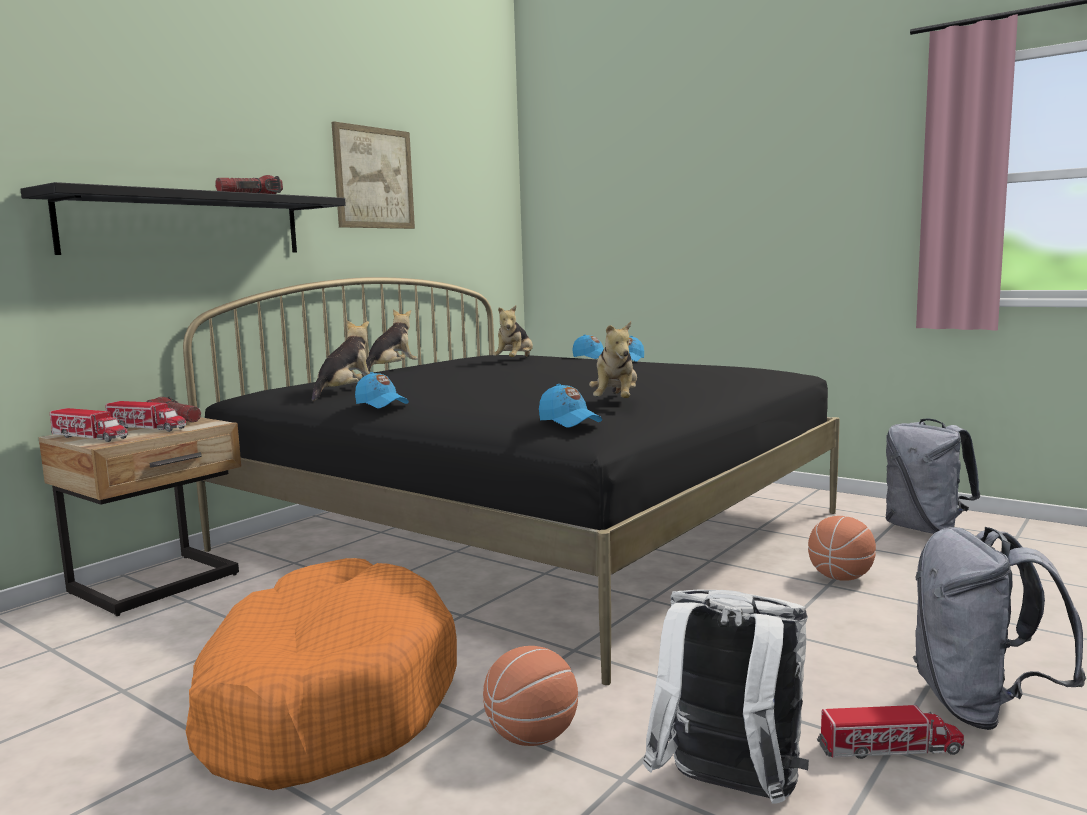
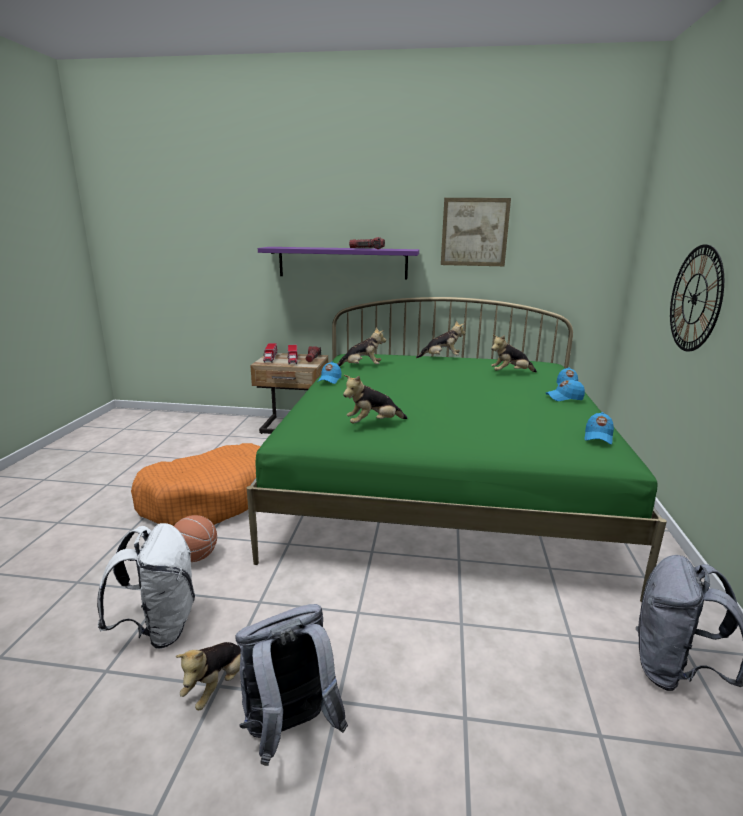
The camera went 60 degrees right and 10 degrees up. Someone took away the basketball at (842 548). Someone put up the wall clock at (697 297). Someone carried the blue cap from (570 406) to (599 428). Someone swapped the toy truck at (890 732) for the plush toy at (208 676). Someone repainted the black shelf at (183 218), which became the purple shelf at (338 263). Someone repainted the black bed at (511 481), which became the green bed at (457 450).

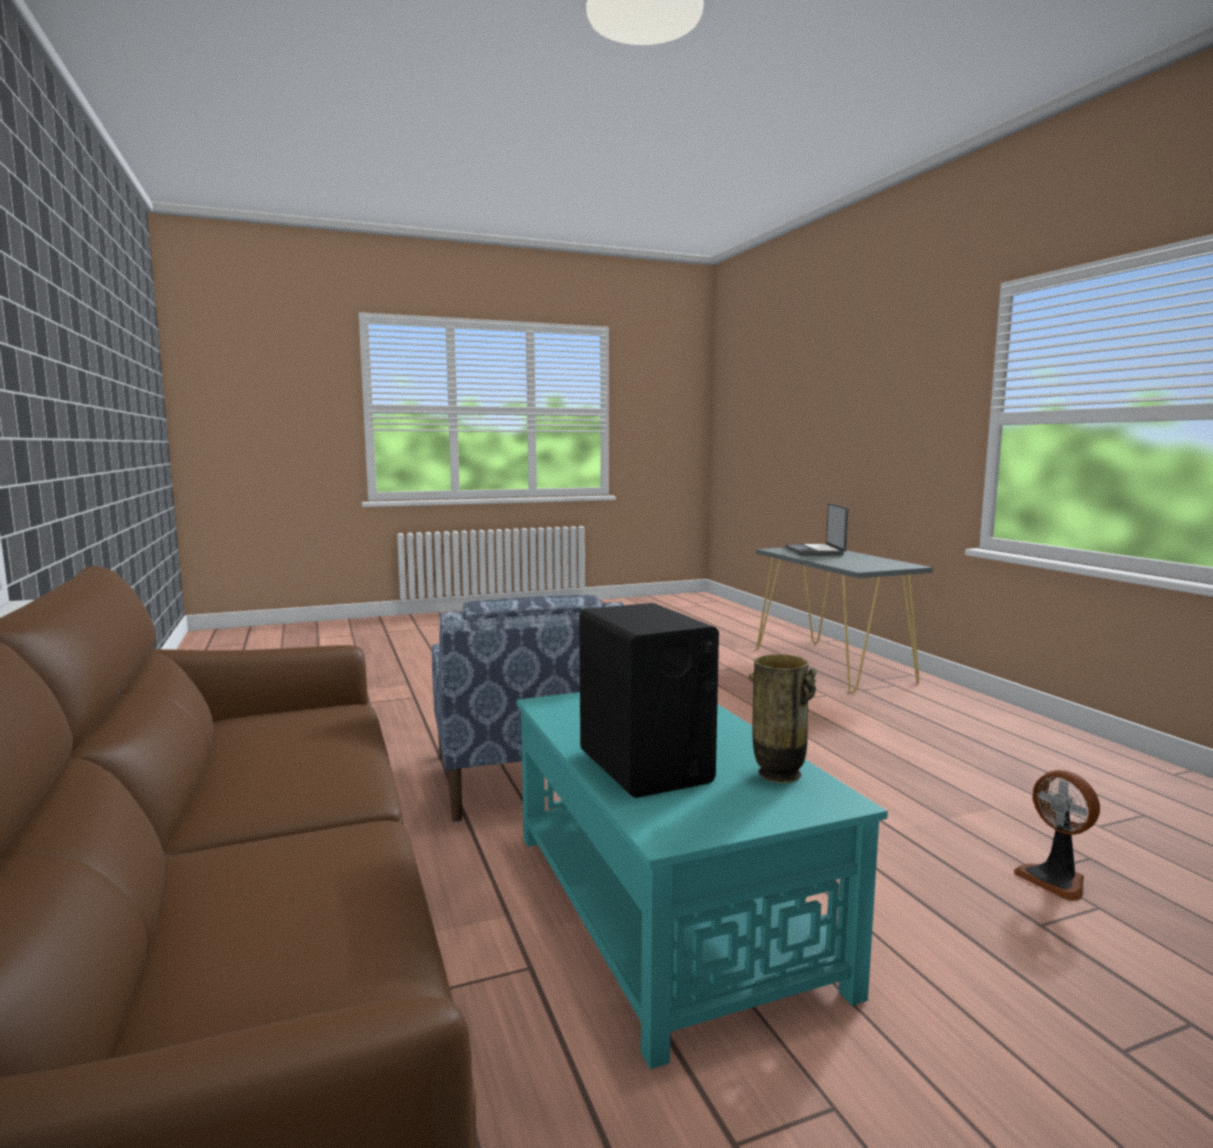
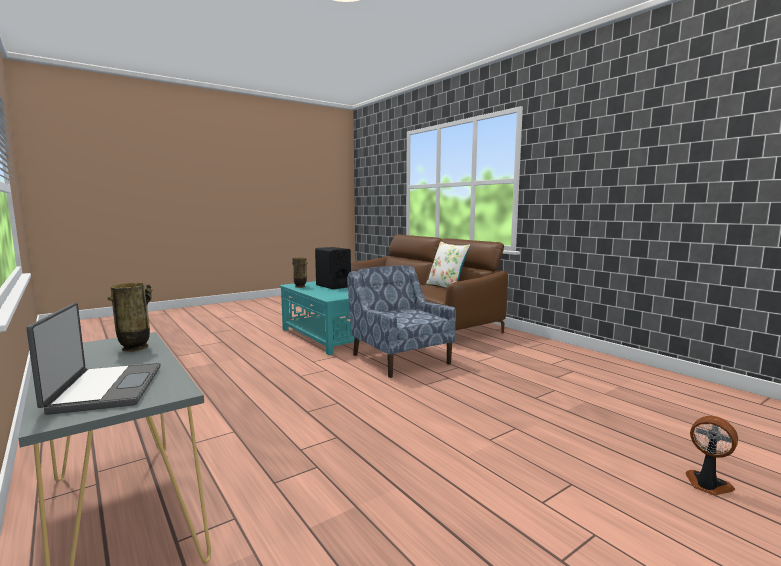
The camera went 165 degrees right and 0 degrees up. Someone put down the vase at (130 317). Someone put down the white pillow at (448 265). Someone carried the fan from (1057 835) to (712 455).

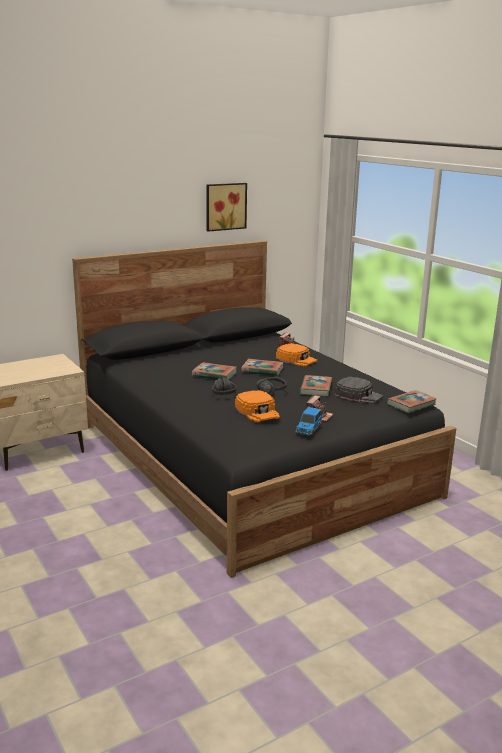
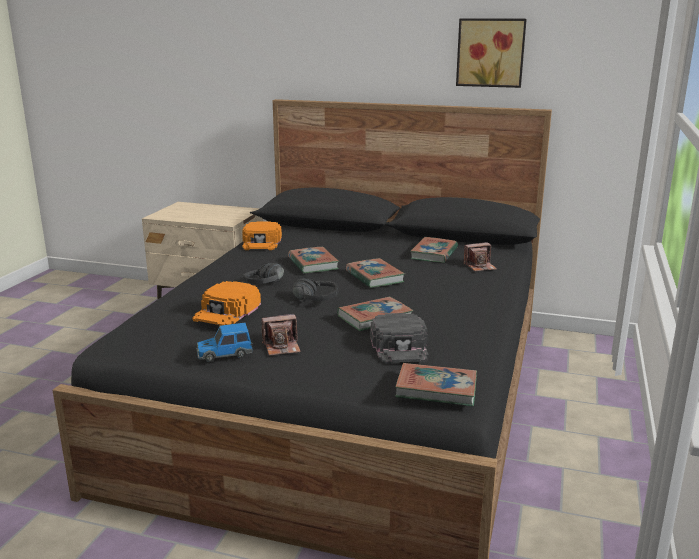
The camera went 50 degrees right and 0 degrees up. Someone put down the book at (434 250). Someone carried the orange cap from (297 354) to (262 236).

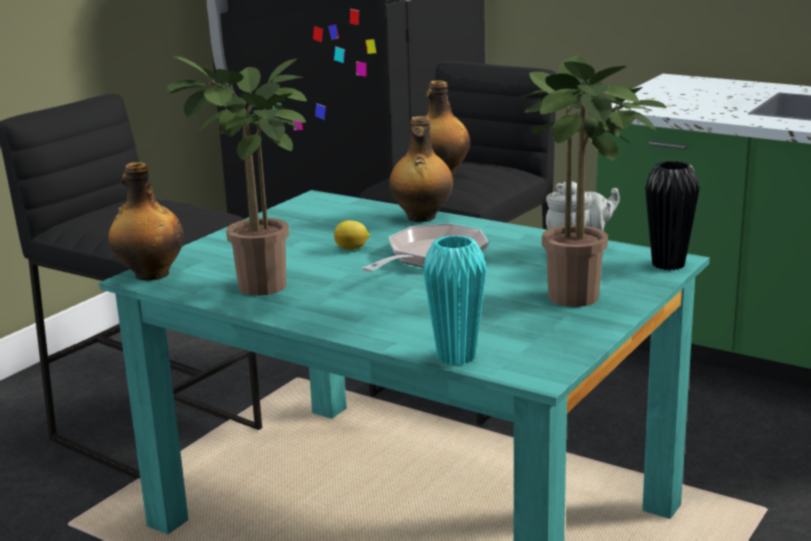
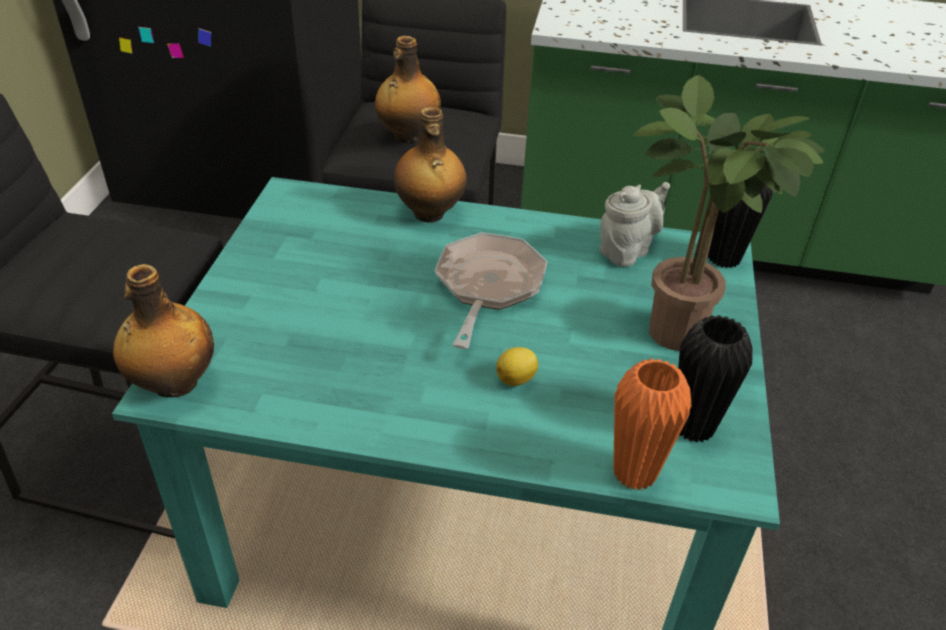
The camera went 25 degrees left and 20 degrees up. Someone took away the potted plant at (236 176). Someone put down the black vase at (715 379). Someone carried the lemon from (352 235) to (517 366). Someone repainted the turquoise vase at (455 300), which became the orange vase at (652 424).

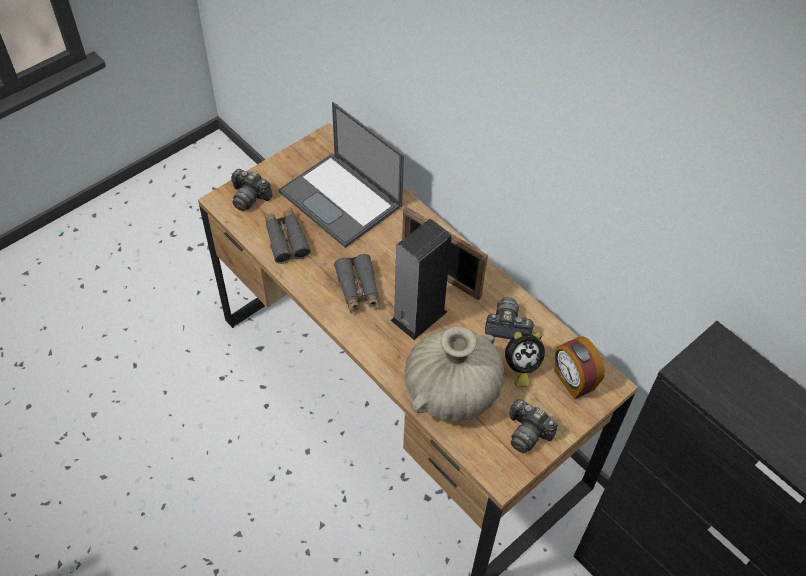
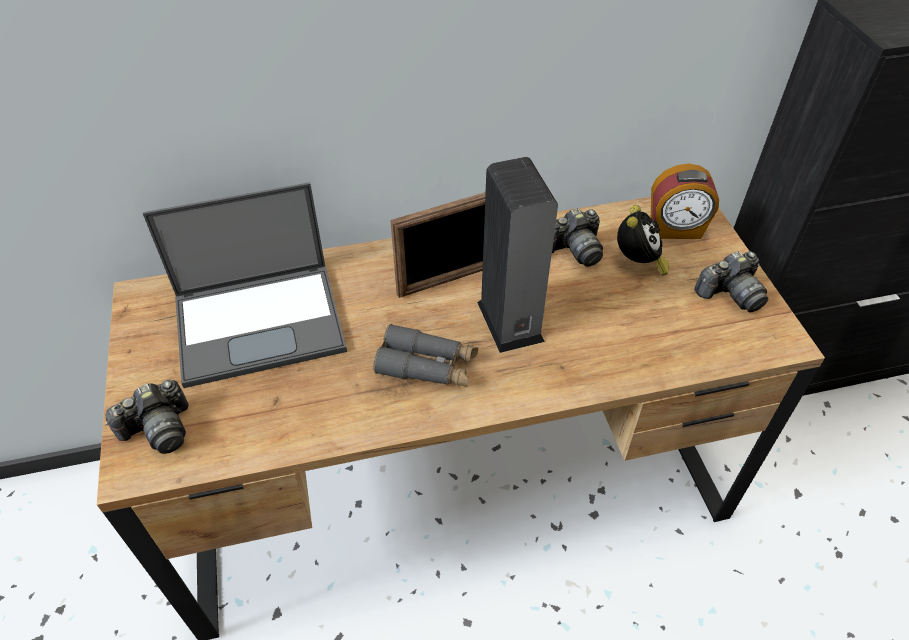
The camera went 60 degrees left and 5 degrees down. Someone took away the grey binoculars at (287 236). Someone took away the beige vase at (454 373). Someone rotated the photo camera at (510 318) by 150 degrees counterclockwise.

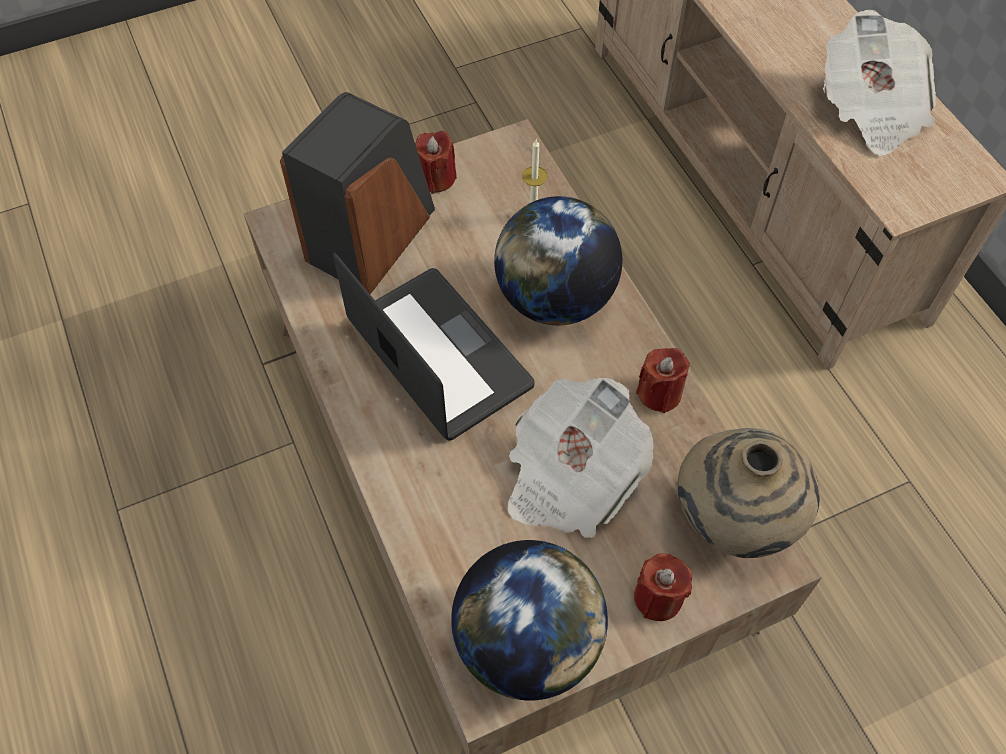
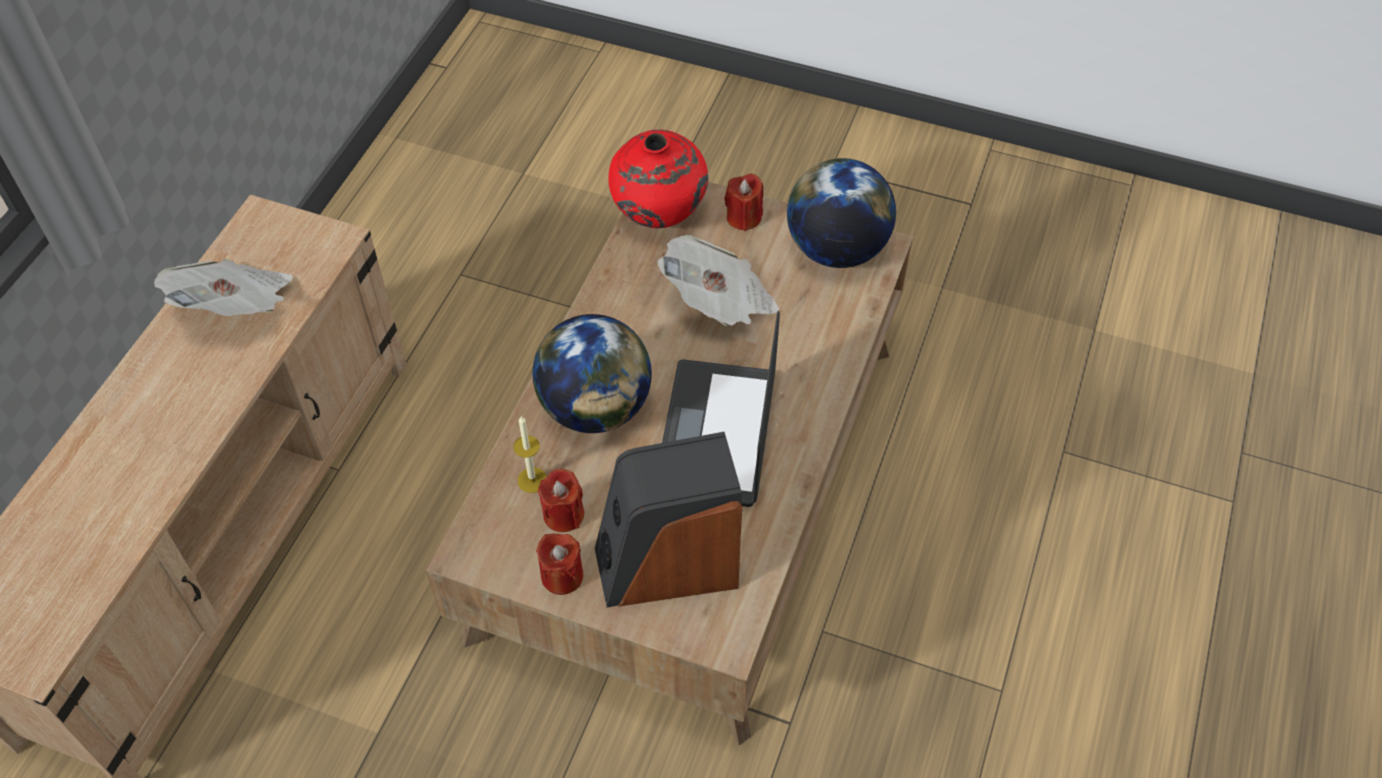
The camera went 135 degrees left and 5 degrees down. Someone carried the red candle from (663 380) to (561 500). Someone repainted the beige vase at (749 493), which became the red vase at (658 179).

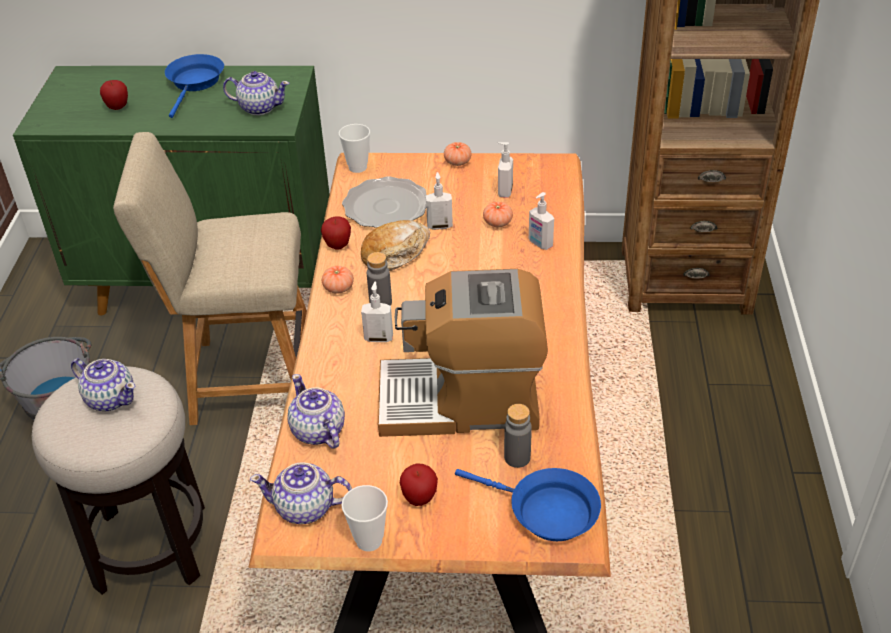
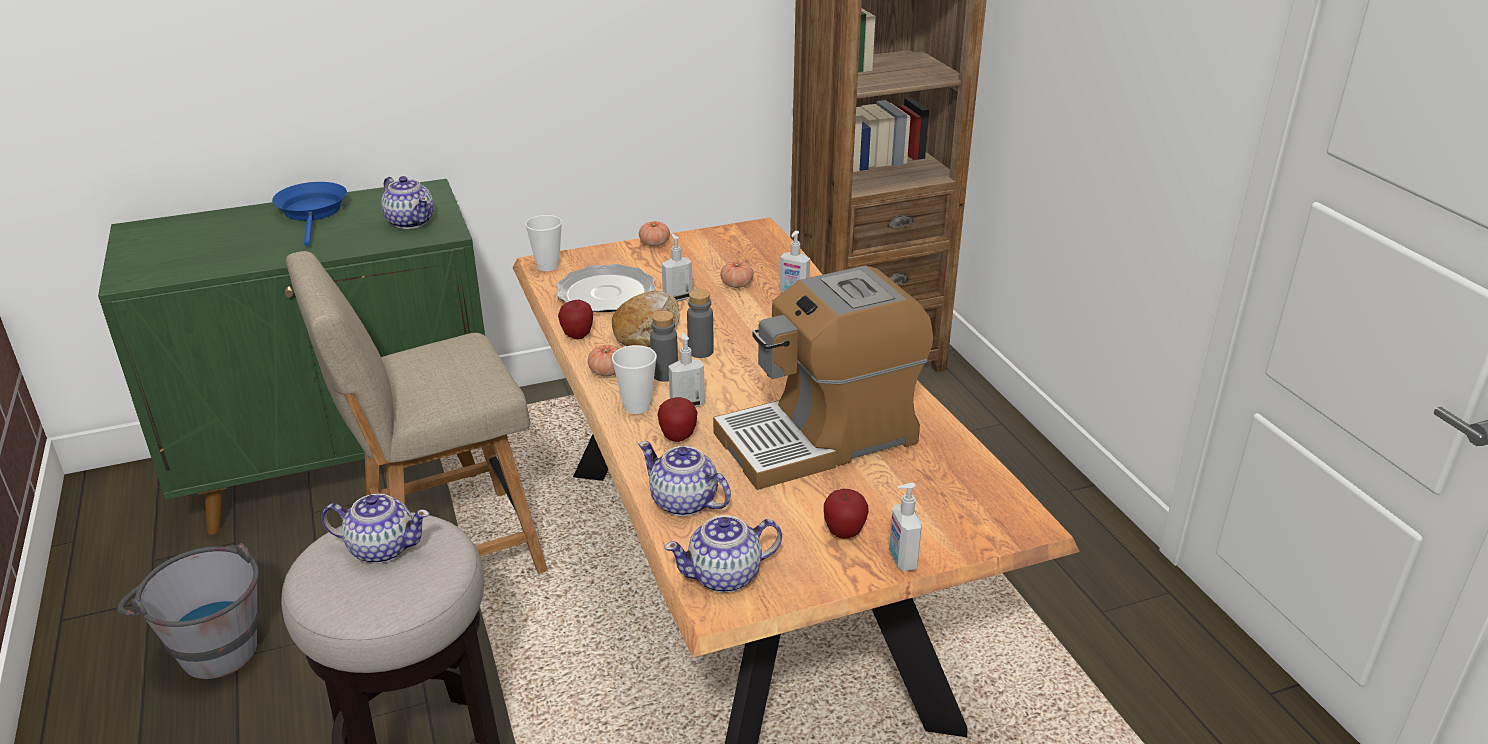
The camera went 25 degrees left and 10 degrees down. Someone took away the blue frying pan at (528 504). Someone carried the apple from (114 95) to (678 419). Someone carried the cup from (364 518) to (634 379). Someone carried the soap dispenser from (505 170) to (905 527). Someone carried the grey bottle from (518 436) to (700 323). Someone rotated the teapot at (256 93) by 60 degrees clockwise.

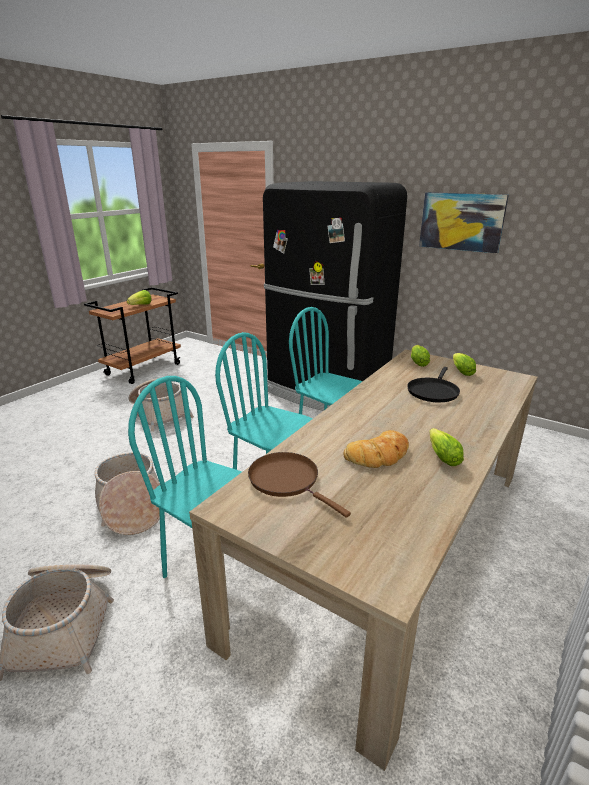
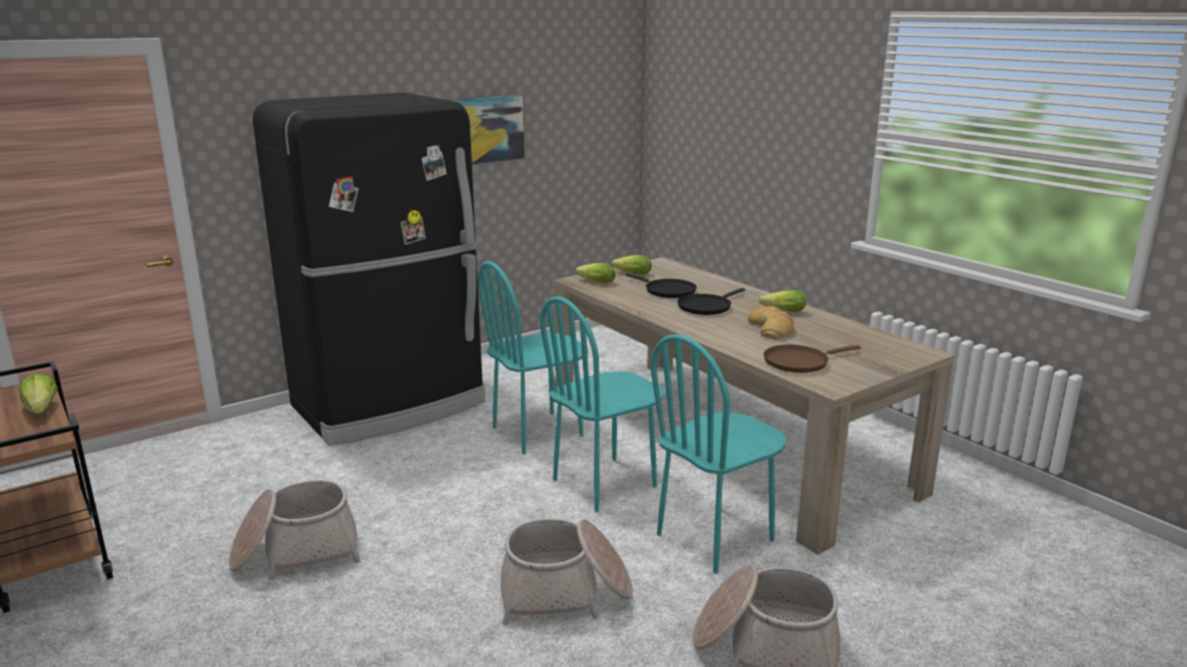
The camera went 70 degrees left and 5 degrees down. Someone put down the black frying pan at (711 301).

